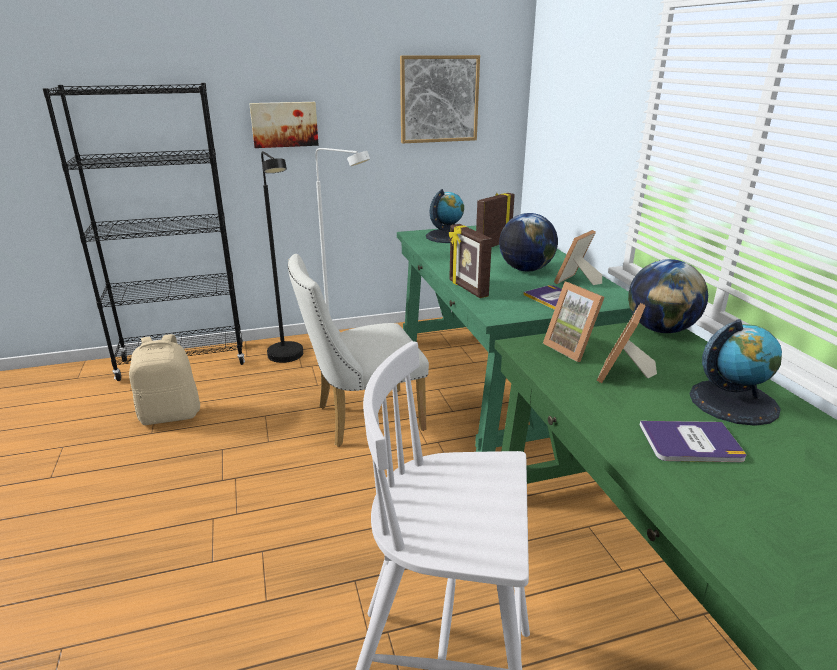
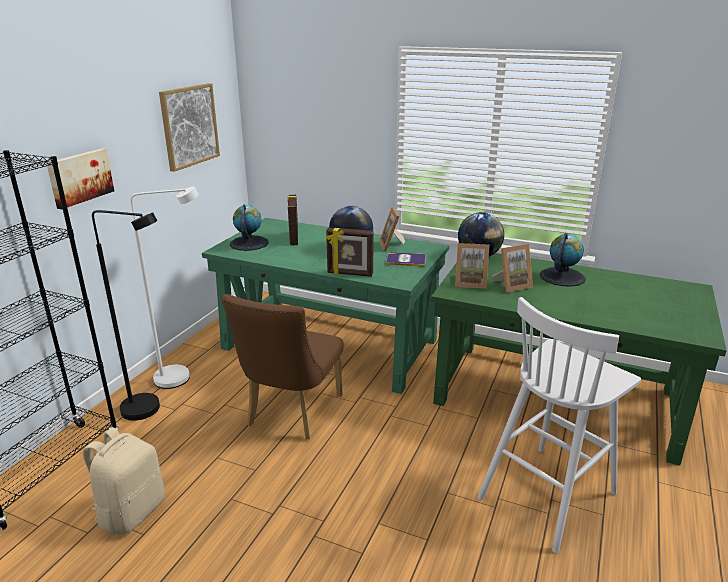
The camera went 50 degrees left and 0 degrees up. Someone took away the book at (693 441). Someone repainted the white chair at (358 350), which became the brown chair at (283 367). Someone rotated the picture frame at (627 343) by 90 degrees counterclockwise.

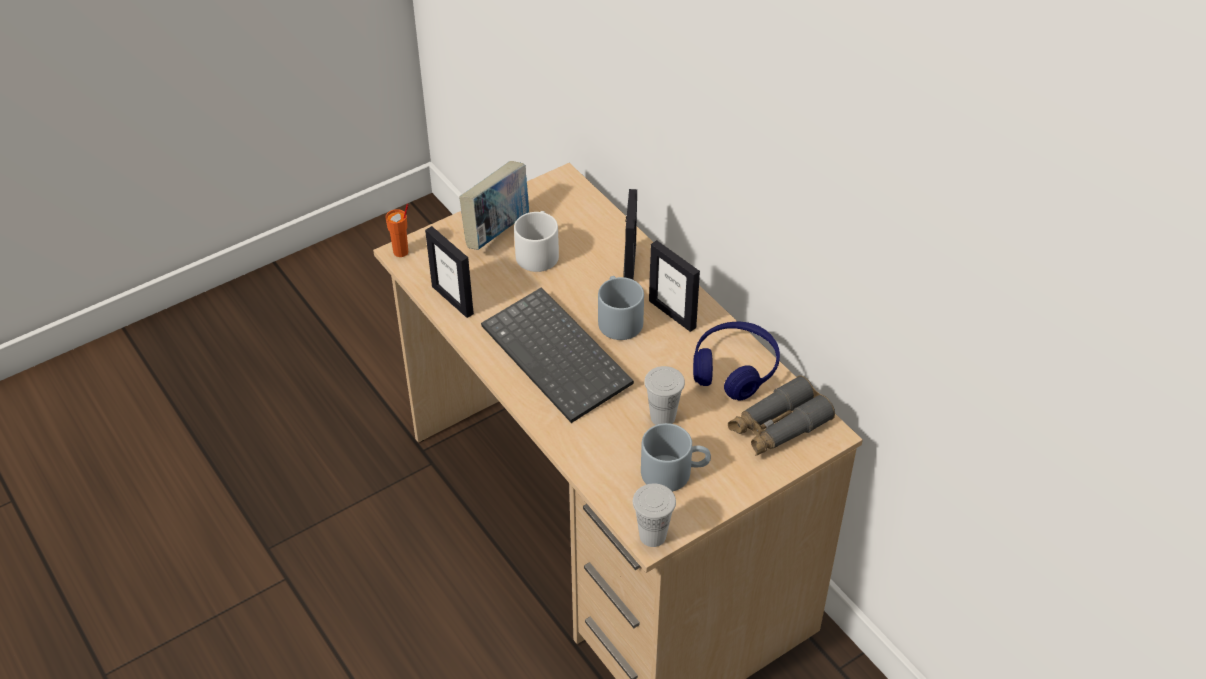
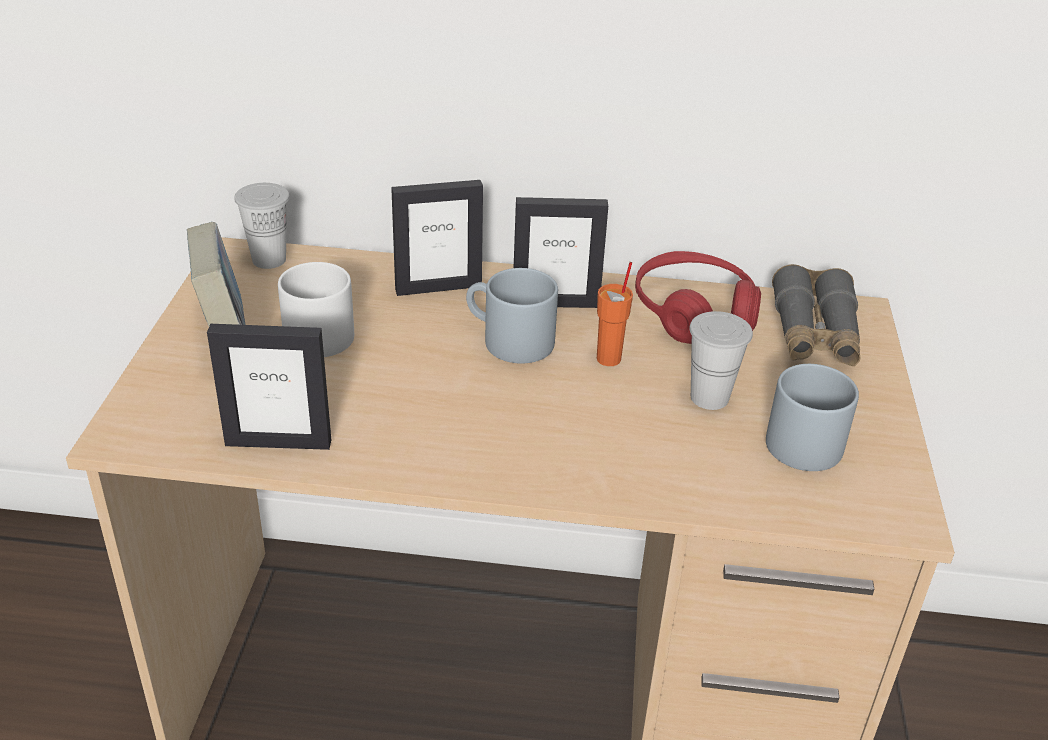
The camera went 50 degrees left and 10 degrees down. Someone took away the keyboard at (557 355). Someone carried the orange cup from (396 230) to (615 314). Someone carried the white cup from (654 515) to (262 226). Someone repainted the blue headphones at (736 361), which became the red headphones at (698 297). Someone rotated the picture frame at (630 234) by 120 degrees clockwise.

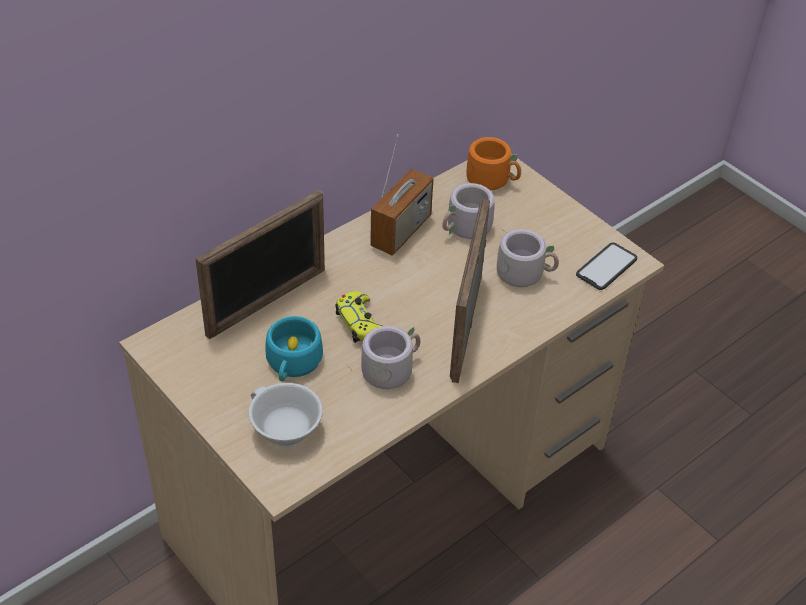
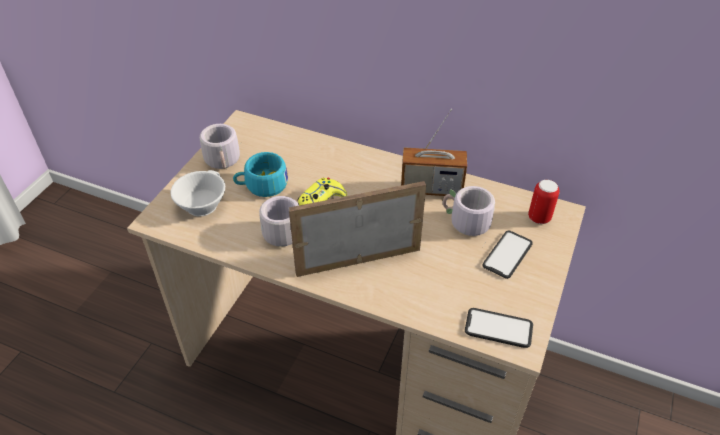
The camera went 65 degrees right and 0 degrees up. Someone took away the picture frame at (260 264). Someone put down the phone at (508 254). Someone carried the grey mug from (528 258) to (220 146). Someone swapped the orange mug at (493 163) for the can at (543 202).

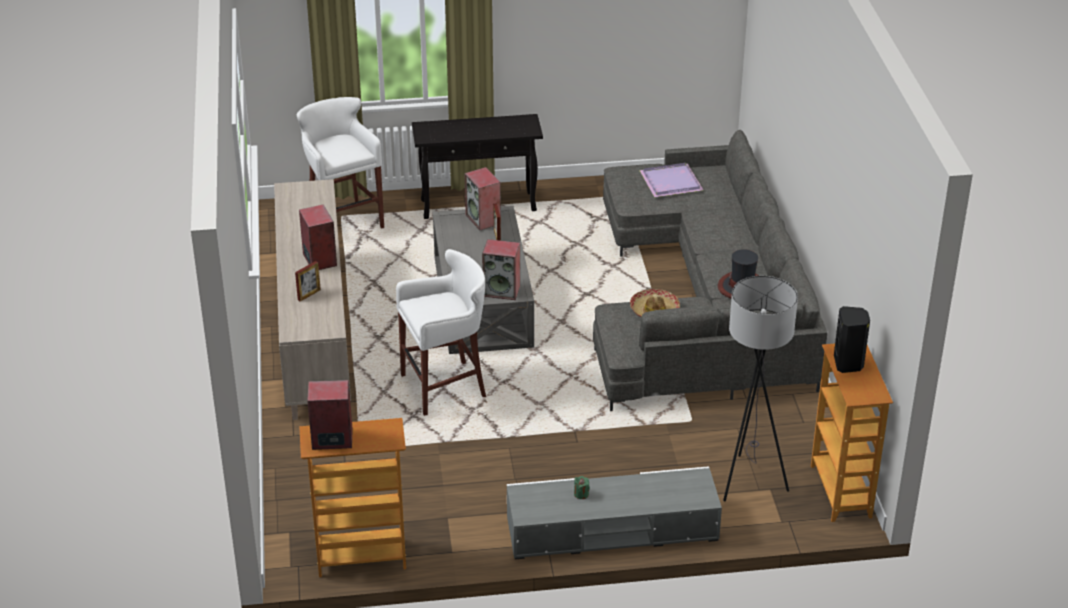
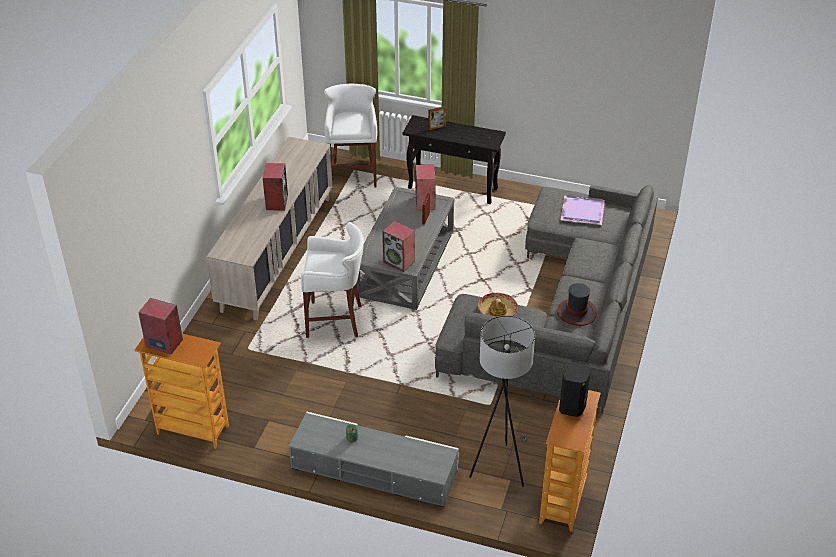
The camera went 25 degrees right and 5 degrees up. Someone carried the picture frame from (308 281) to (437 118).

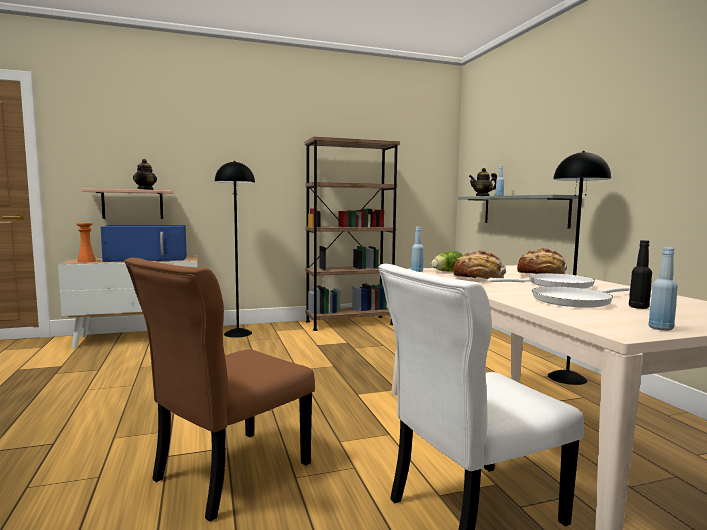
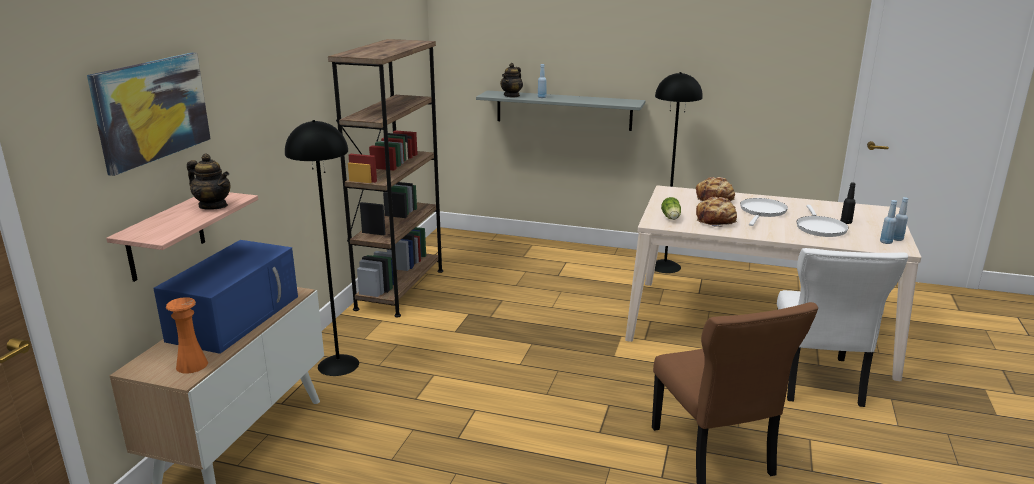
The camera went 55 degrees left and 15 degrees up. Someone put up the picture at (149 114). Someone carried the blue bottle from (417 249) to (888 222).

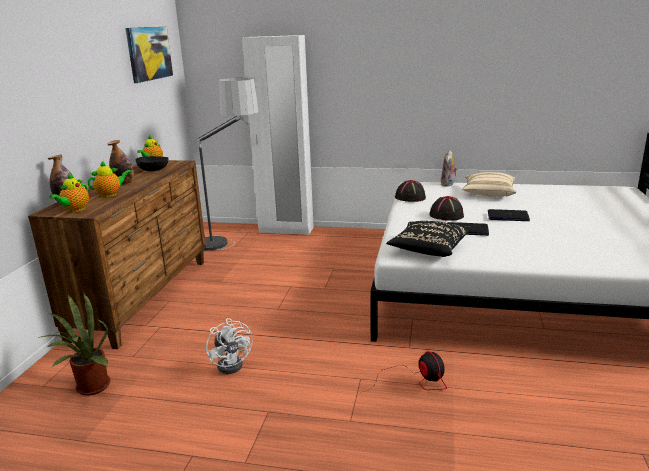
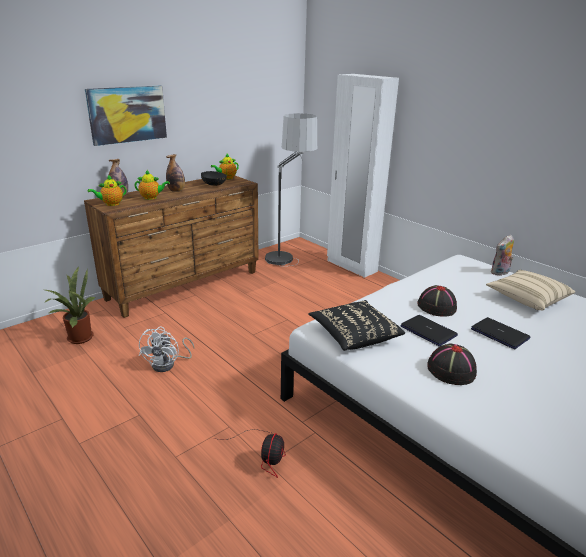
The camera went 35 degrees right and 5 degrees up. Someone carried the picture from (149 55) to (126 116). Someone carried the black hat from (410 191) to (452 364).

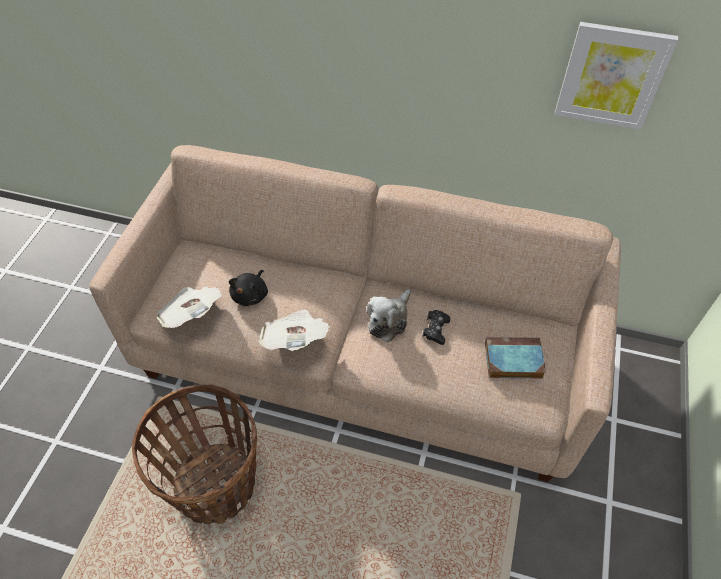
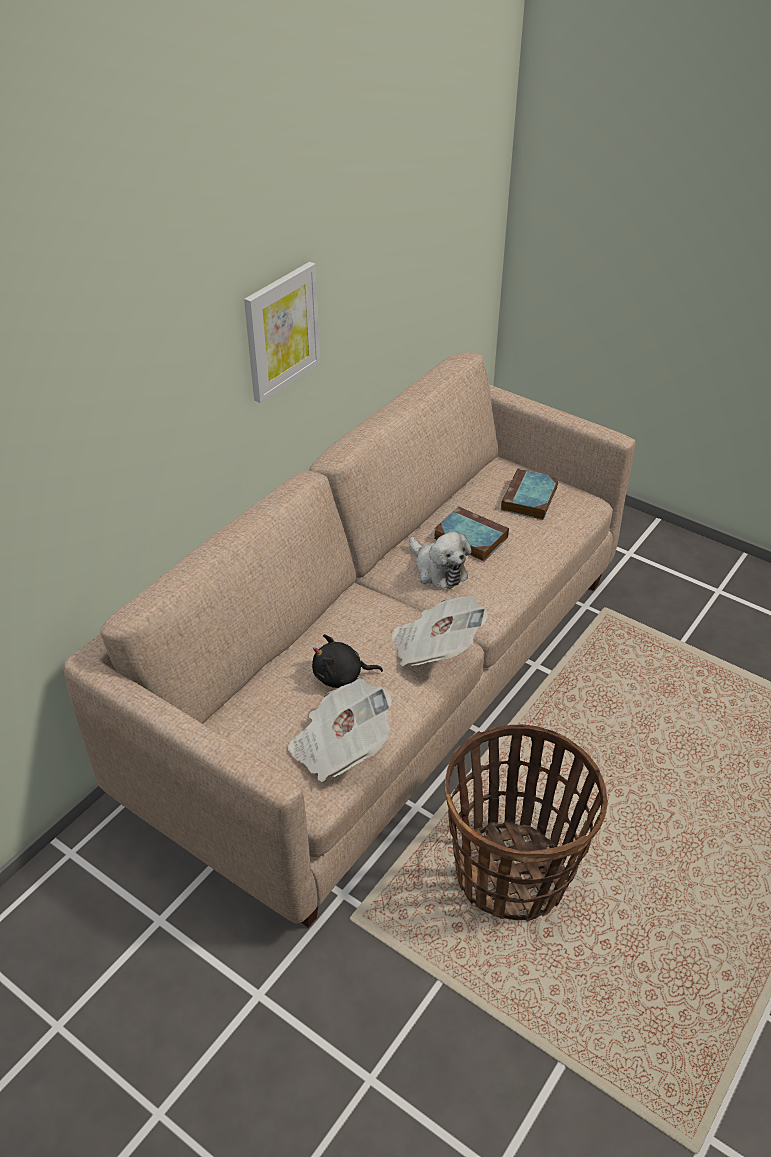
The camera went 70 degrees left and 10 degrees down. Someone carried the picture from (616 76) to (282 332). Someone swapped the black game controller at (436 327) for the book at (471 533). Someone rotated the black plush toy at (248 288) by 135 degrees clockwise.

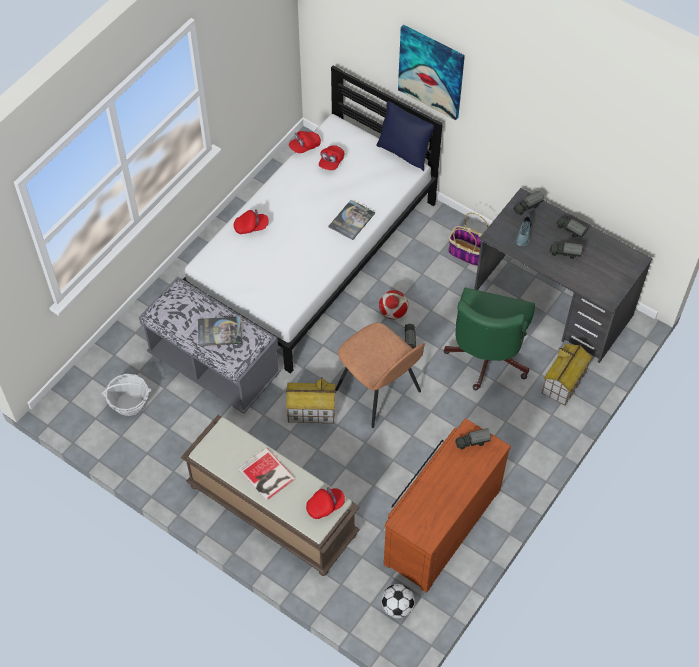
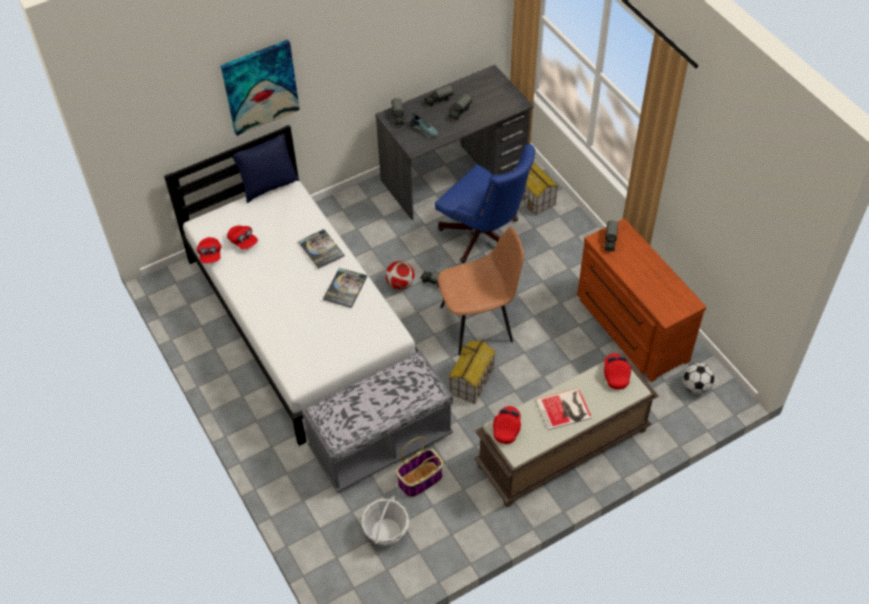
The camera went 65 degrees left and 5 degrees down. Someone carried the book from (220 331) to (345 288). Someone carried the red cap from (251 221) to (507 425). Someone carried the basket from (468 239) to (419 467). Someone repainted the green office chair at (489 338), which became the blue office chair at (485 203).

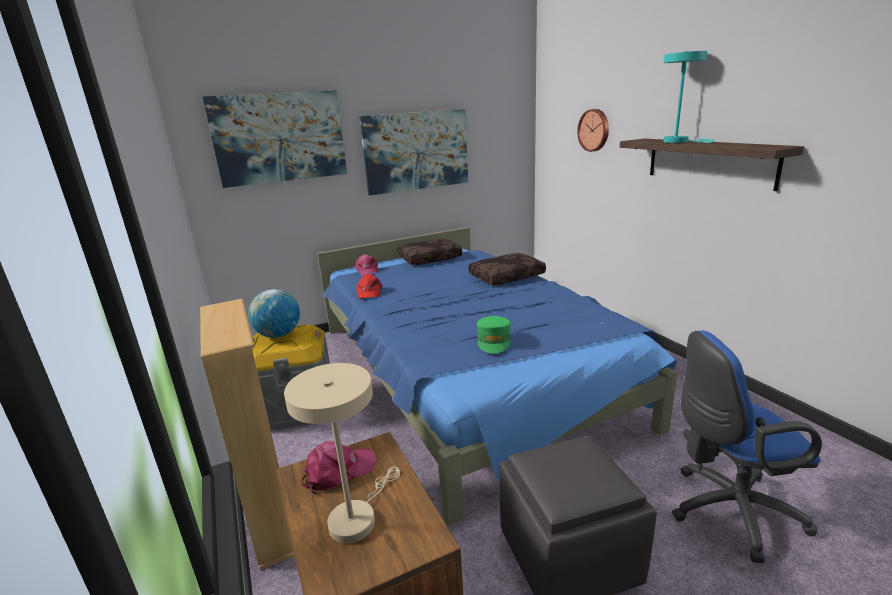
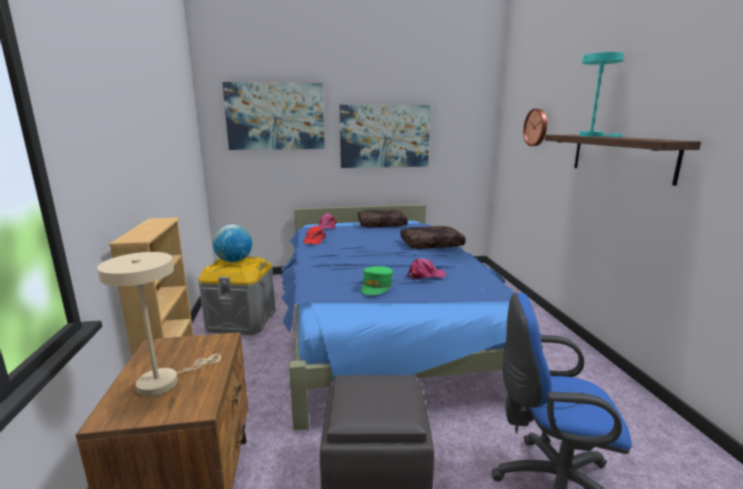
The camera went 15 degrees right and 5 degrees down. Someone carried the pink cap from (339 467) to (427 269).

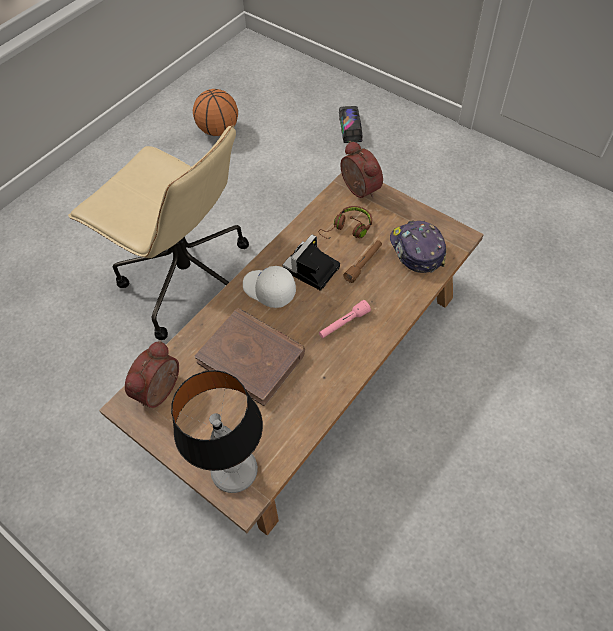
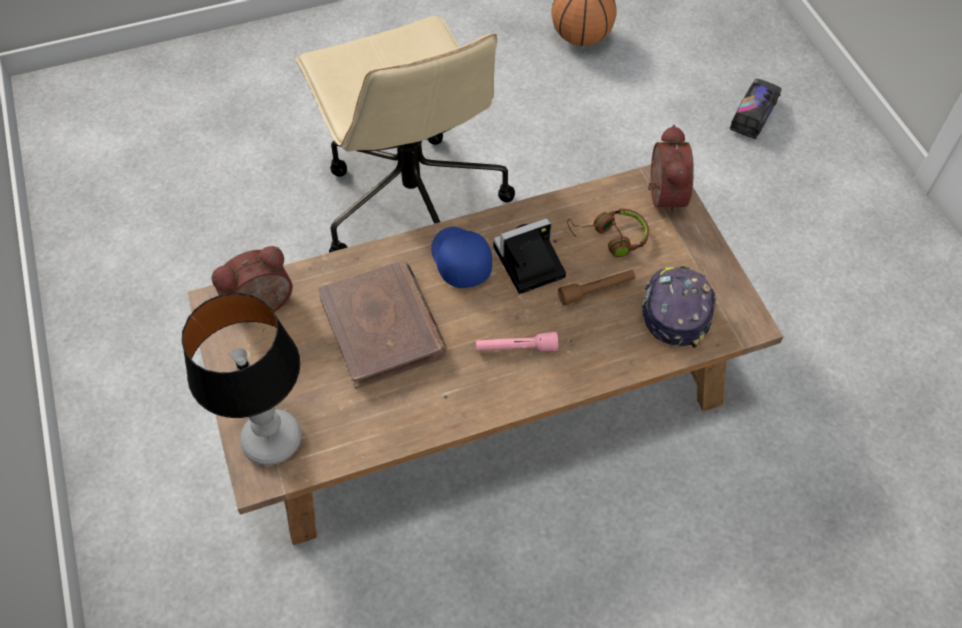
The camera went 30 degrees right and 0 degrees up. Someone repainted the white cap at (269 287), which became the blue cap at (461 257).

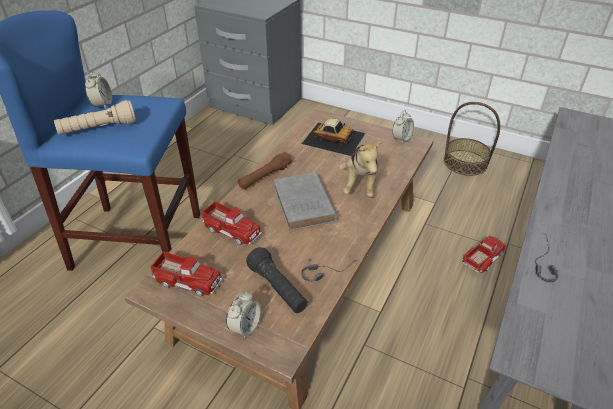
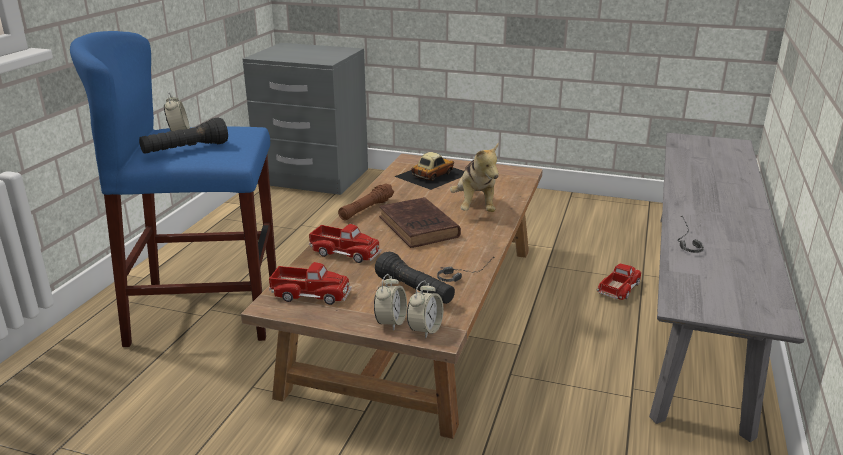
The camera went 10 degrees left and 15 degrees down. Someone took away the basket at (471 139). Someone carried the alarm clock from (403 127) to (425 309). Someone repainted the beige flashlight at (95 117), which became the black flashlight at (183 135). Someone repainted the grey book at (305 201), which became the brown book at (420 222). Someone rotated the toy car at (333 137) by 60 degrees counterclockwise.

